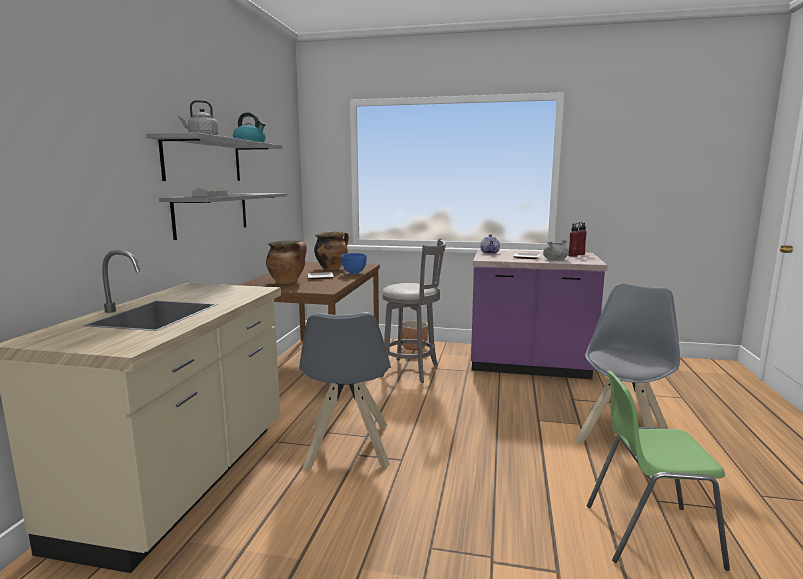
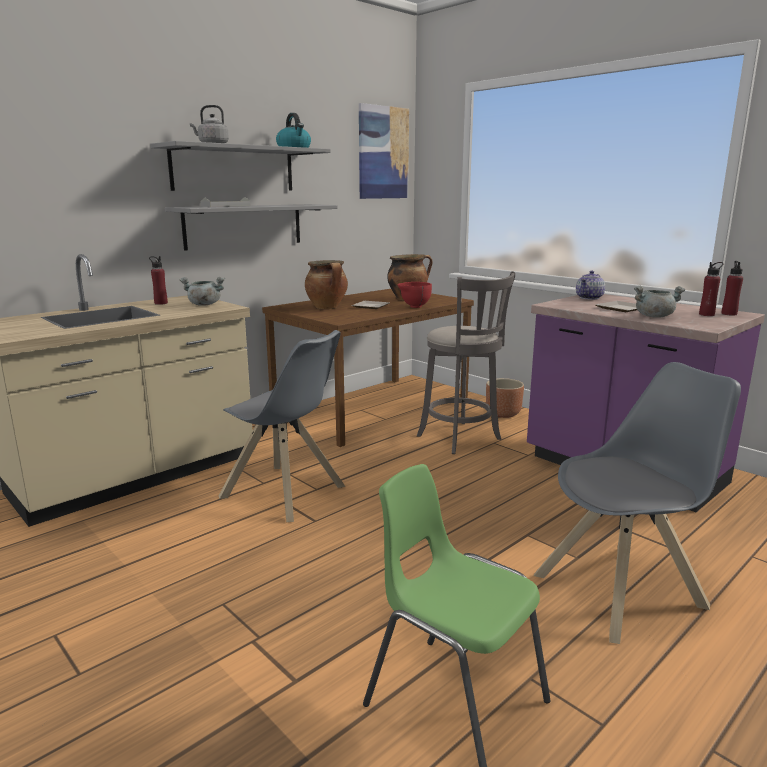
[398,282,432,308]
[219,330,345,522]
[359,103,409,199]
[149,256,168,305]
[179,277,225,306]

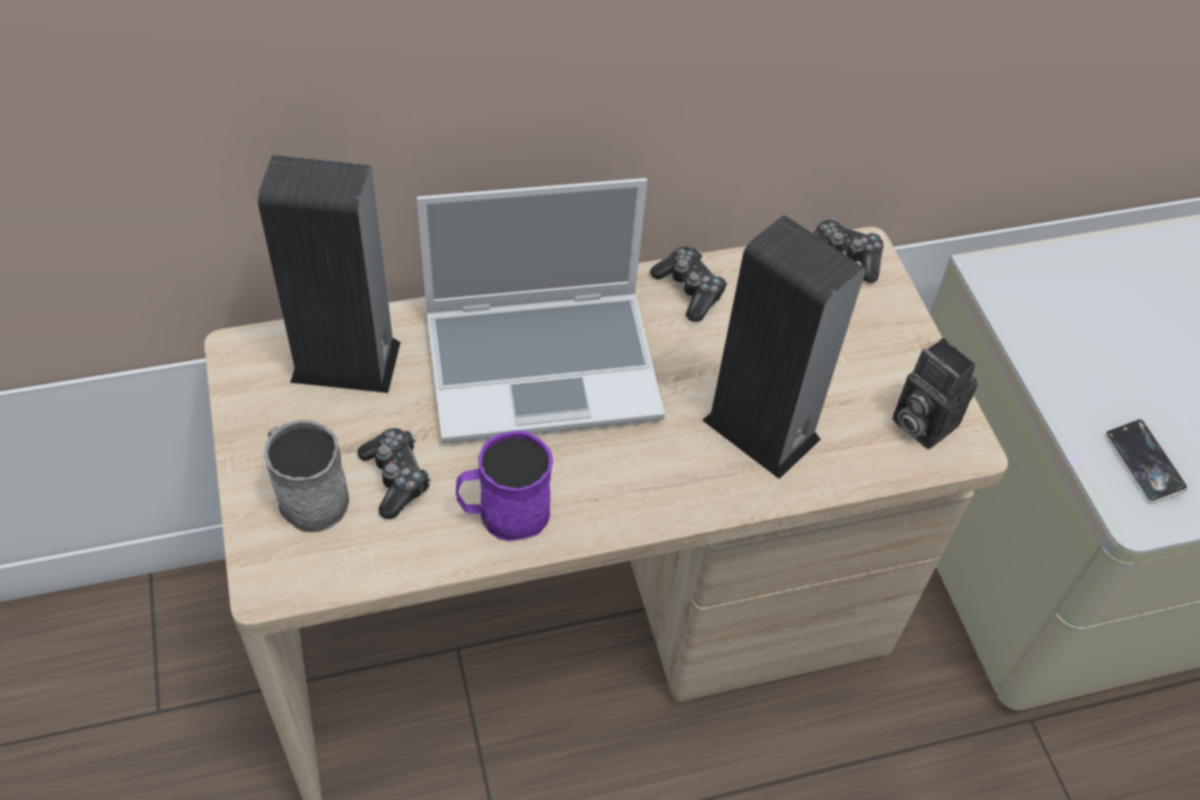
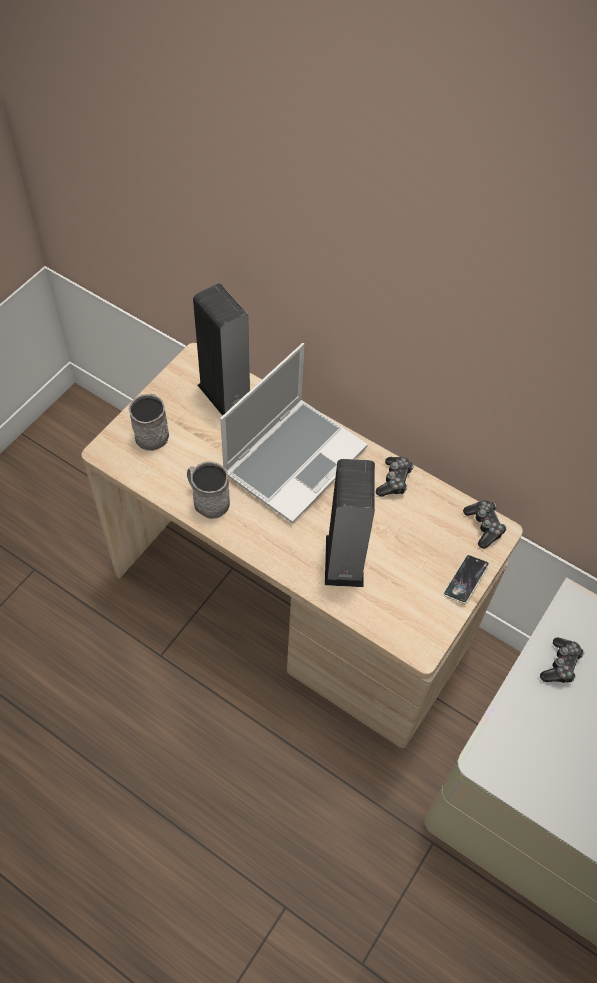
[220,343,368,524]
[892,338,977,449] (first image)
[443,555,489,604]
[540,638,584,683]
[187,461,230,519]

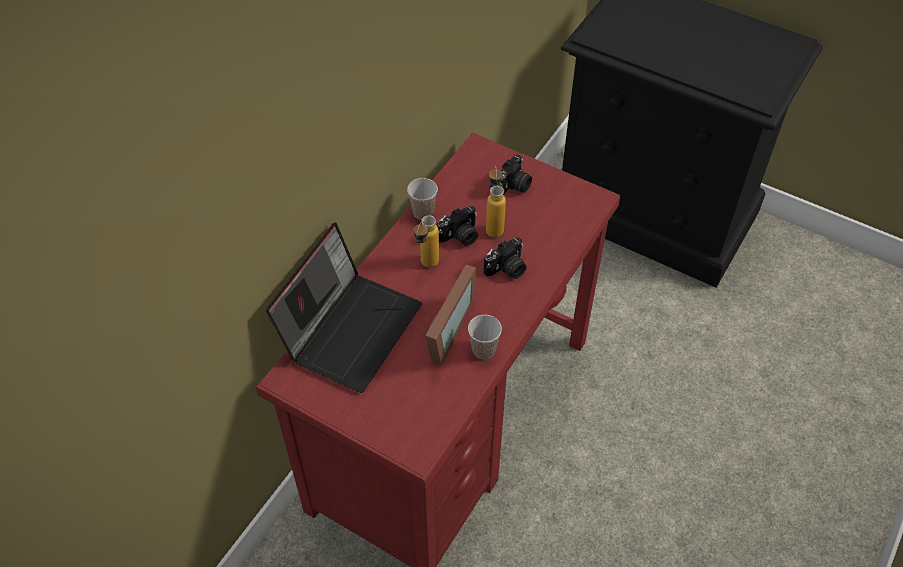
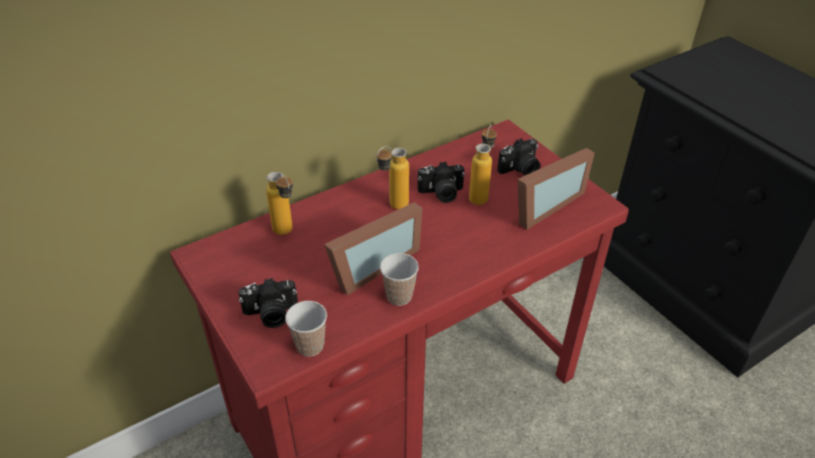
[285,301,327,357]
[266,172,293,235]
[239,278,298,328]
[518,148,595,230]

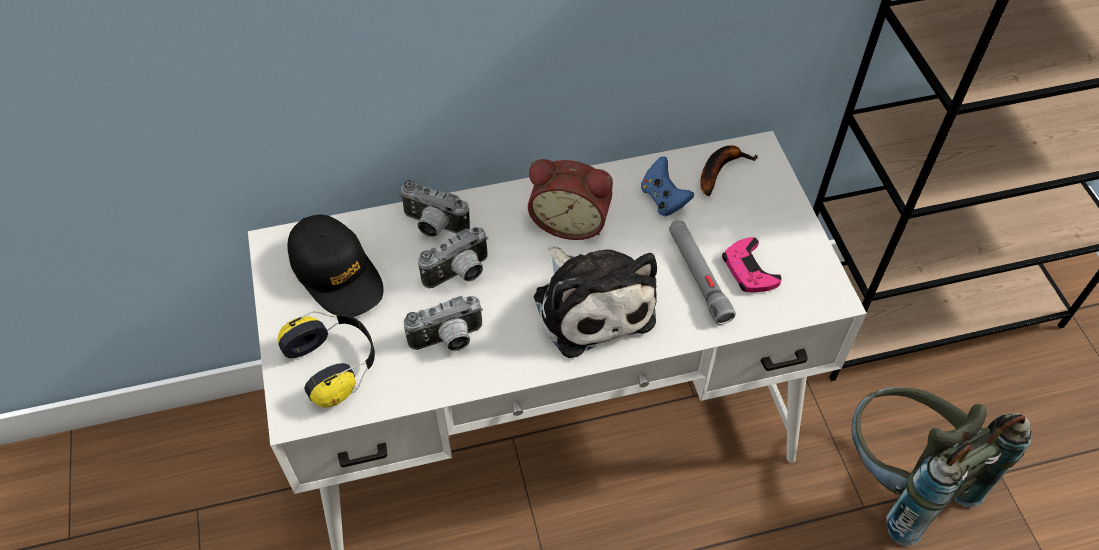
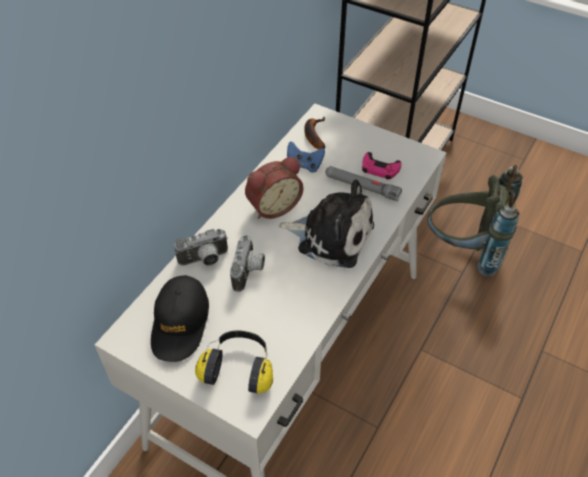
[151,275,209,362]
[404,296,483,352] (first image)

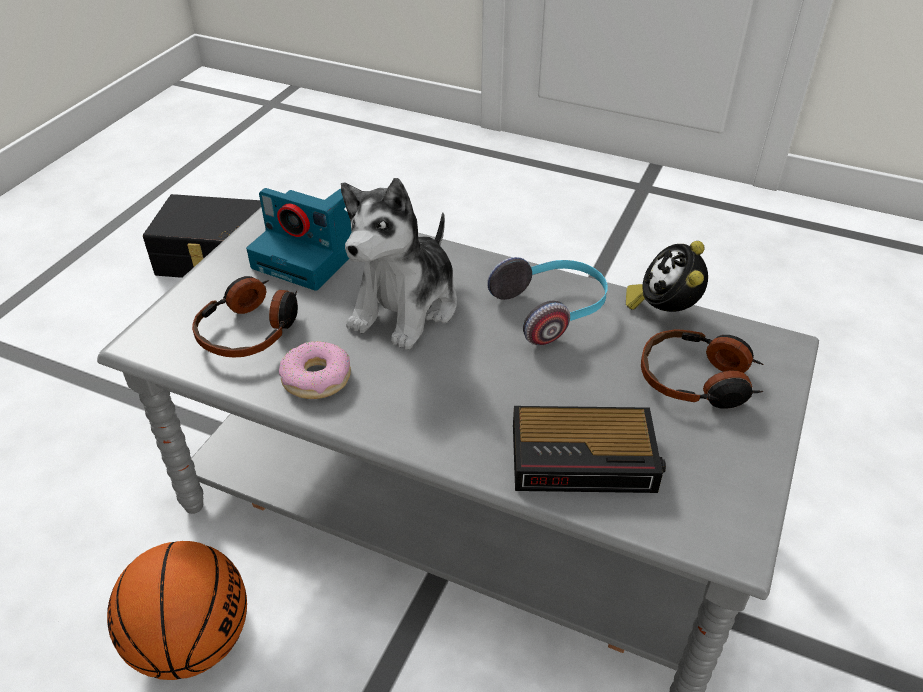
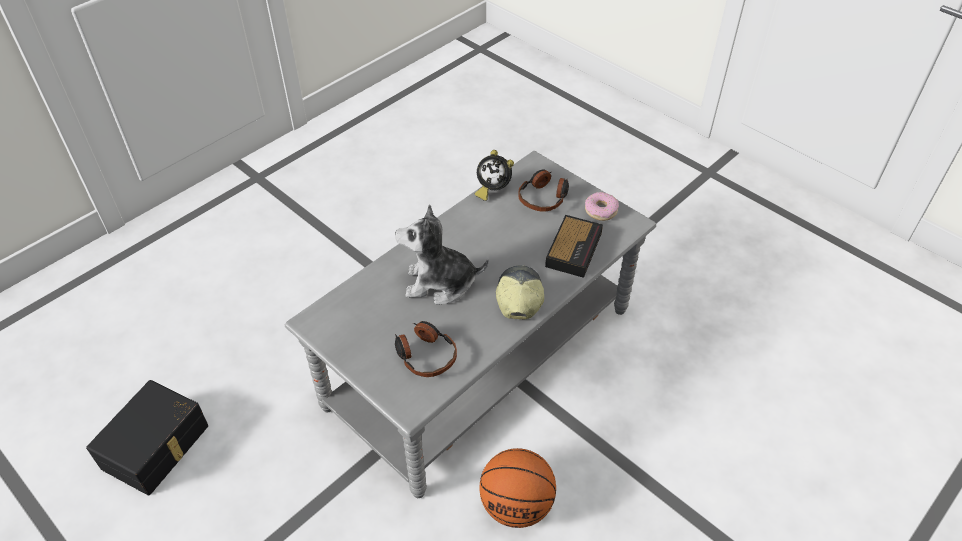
[395,204,489,305]
[246,188,351,291] (first image)
[487,257,608,345] (first image)
[585,192,619,221]
[496,265,544,320]

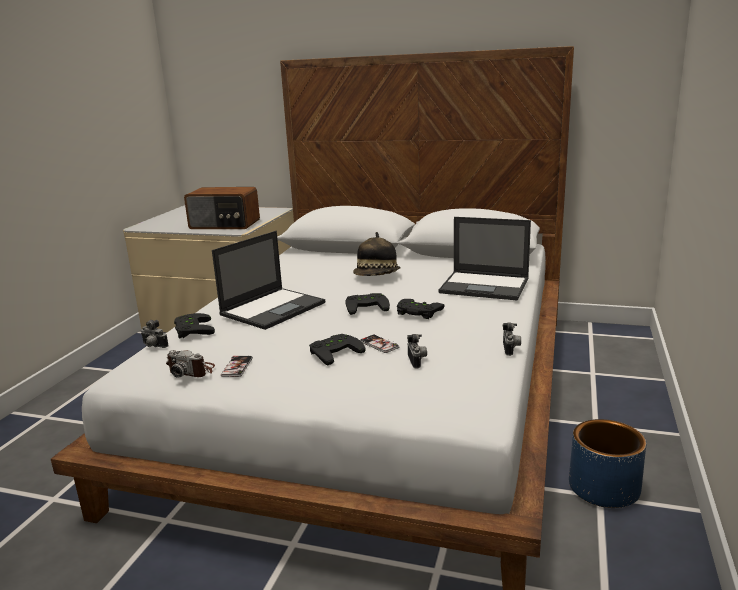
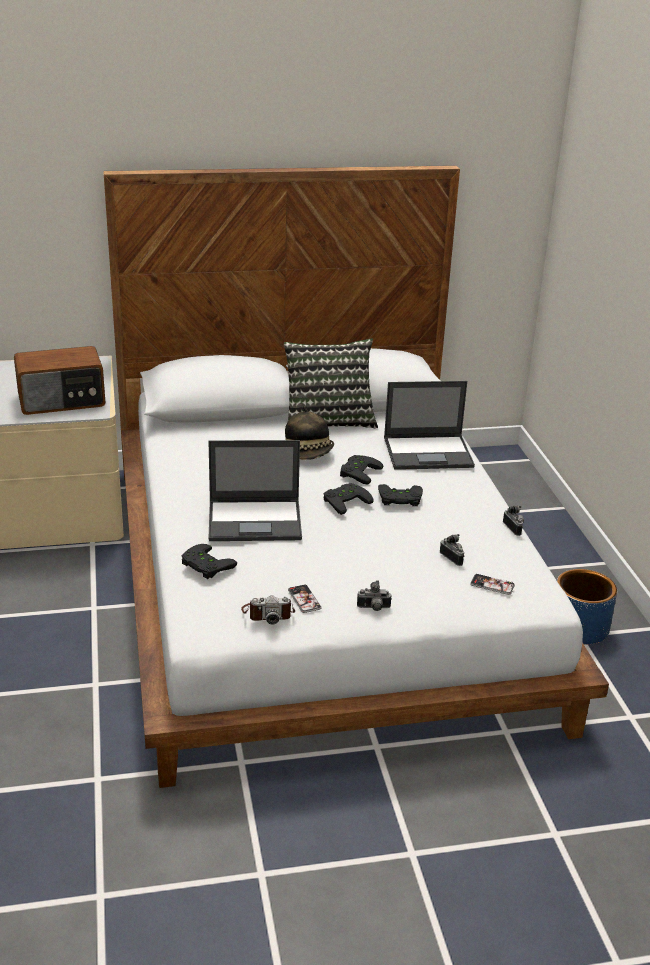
[208,440,302,541]
[357,580,392,611]
[340,455,383,485]
[470,574,515,595]
[283,338,378,428]

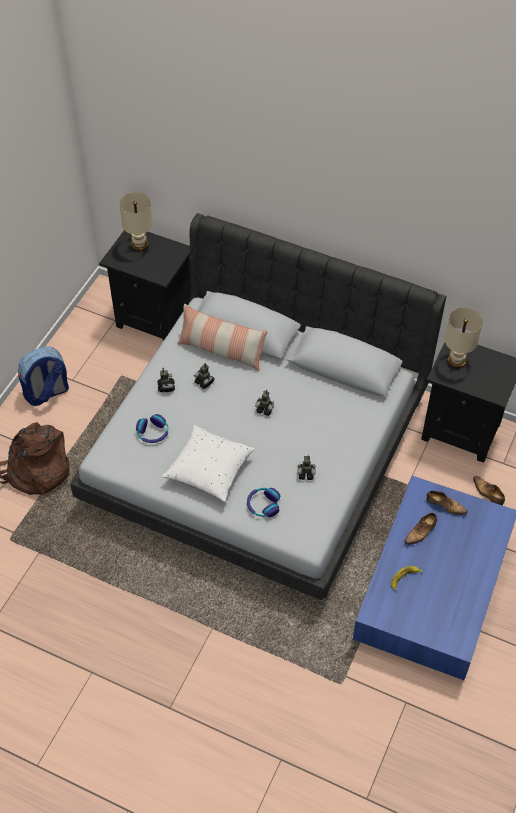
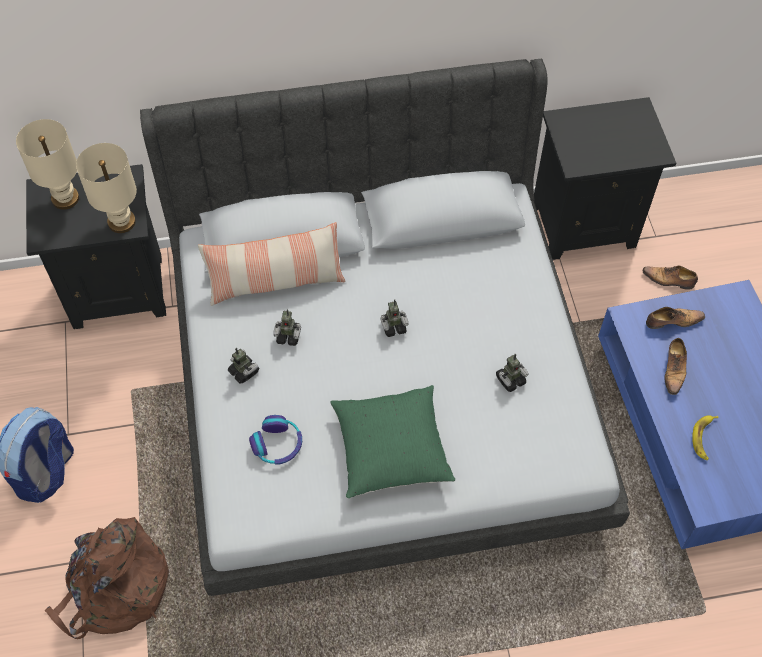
[76,143,137,233]
[330,385,455,498]
[247,488,280,517] (first image)

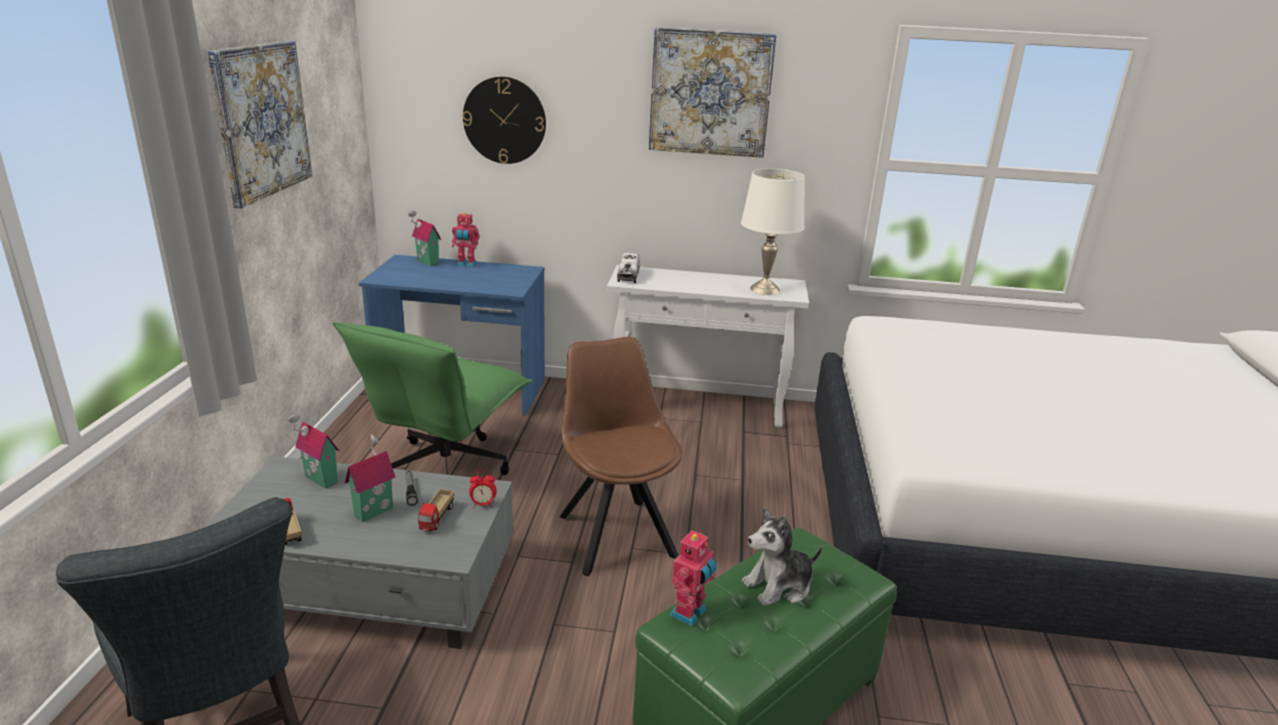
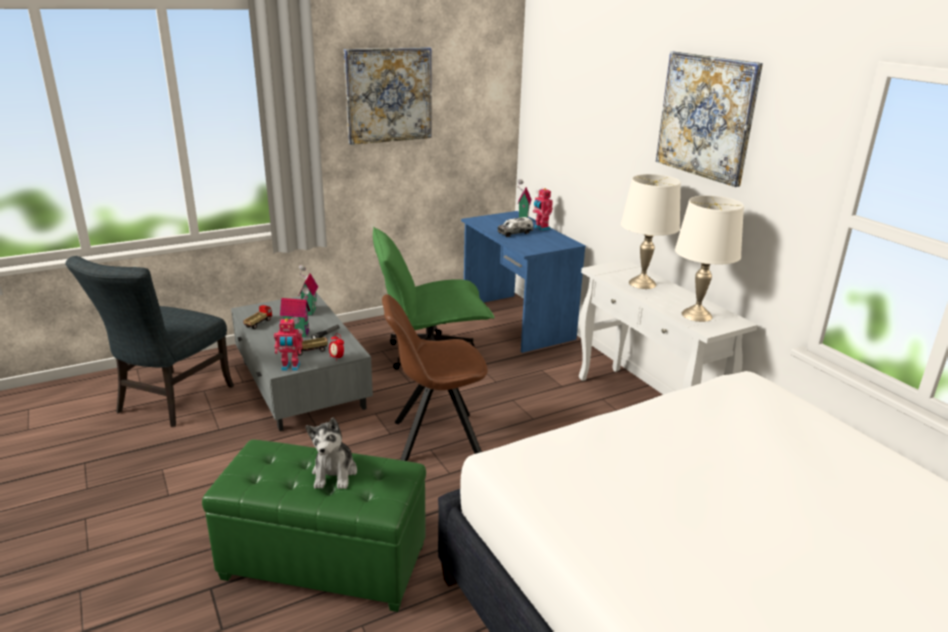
[463,77,546,164] (first image)
[497,217,533,237]
[382,294,488,461]
[306,418,357,489]
[274,318,303,371]
[621,174,681,289]

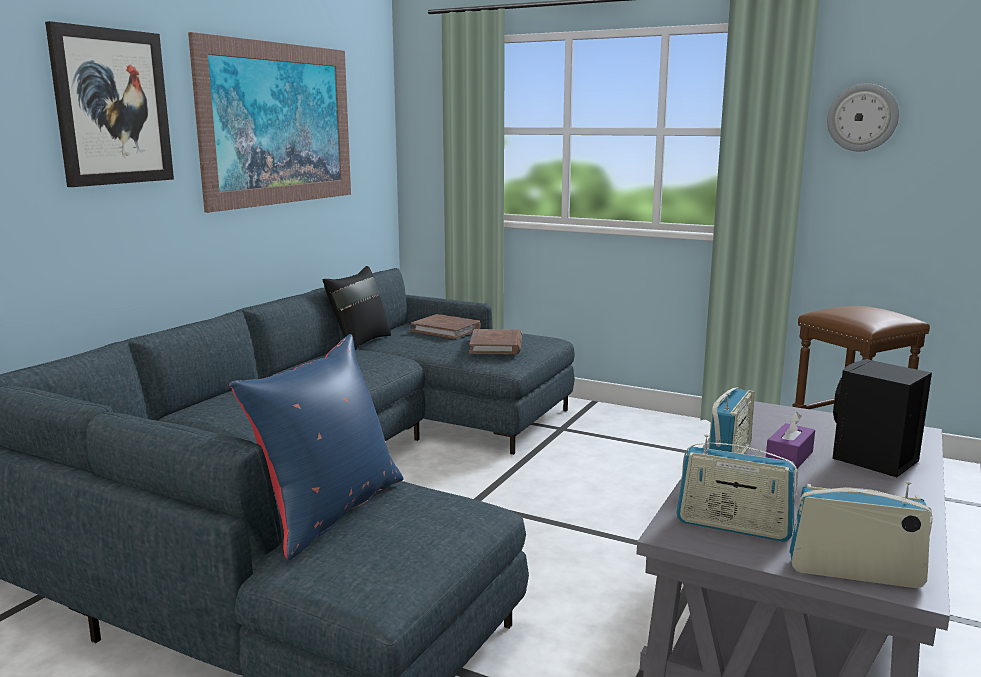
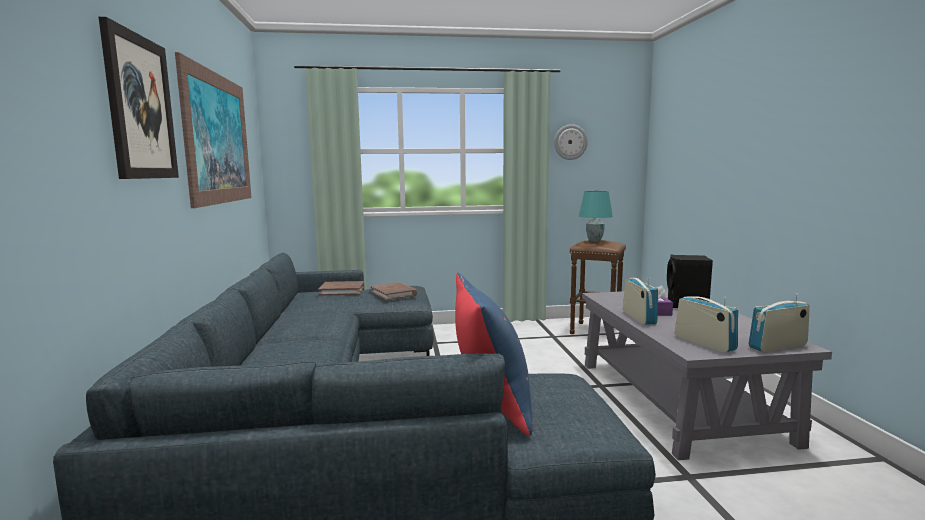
[323,266,391,350] (first image)
[675,296,738,353]
[579,191,613,242]

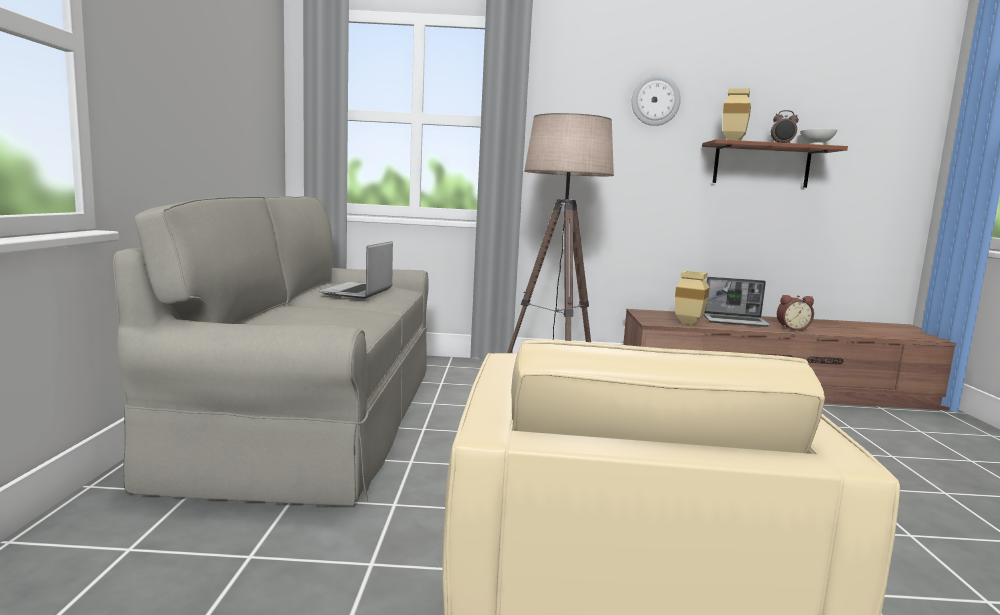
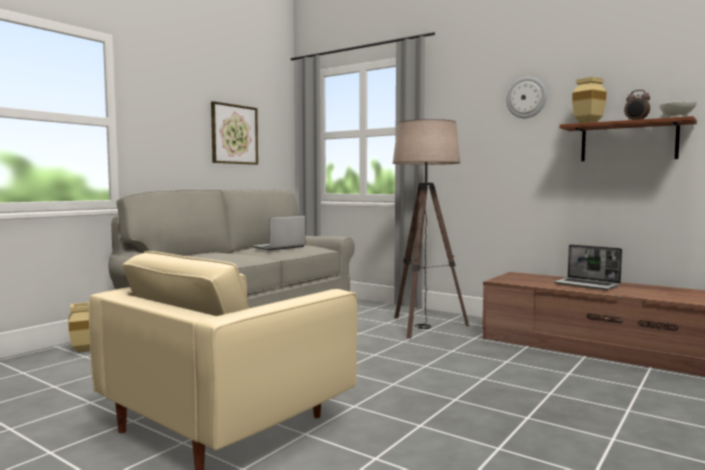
[68,302,90,353]
[777,295,814,331] (first image)
[211,101,258,165]

